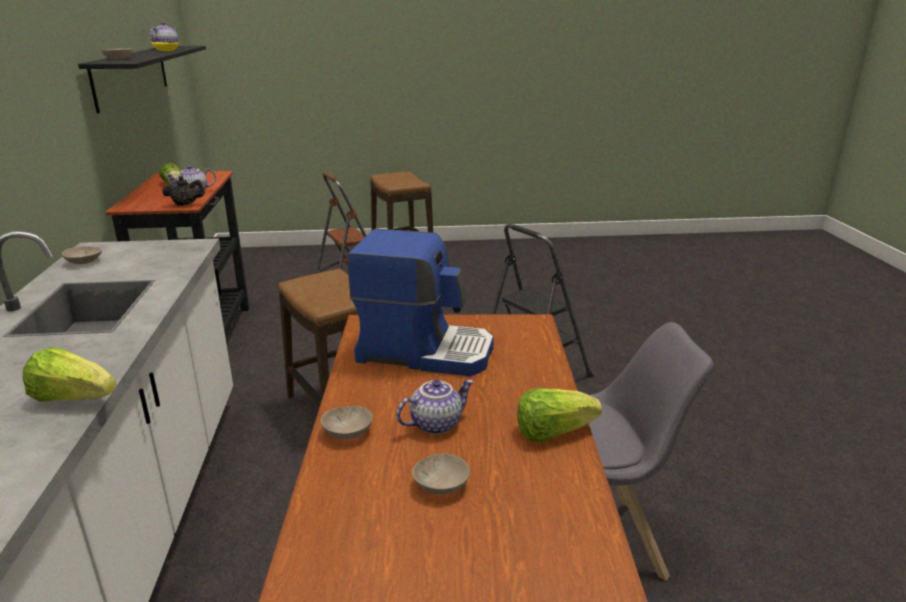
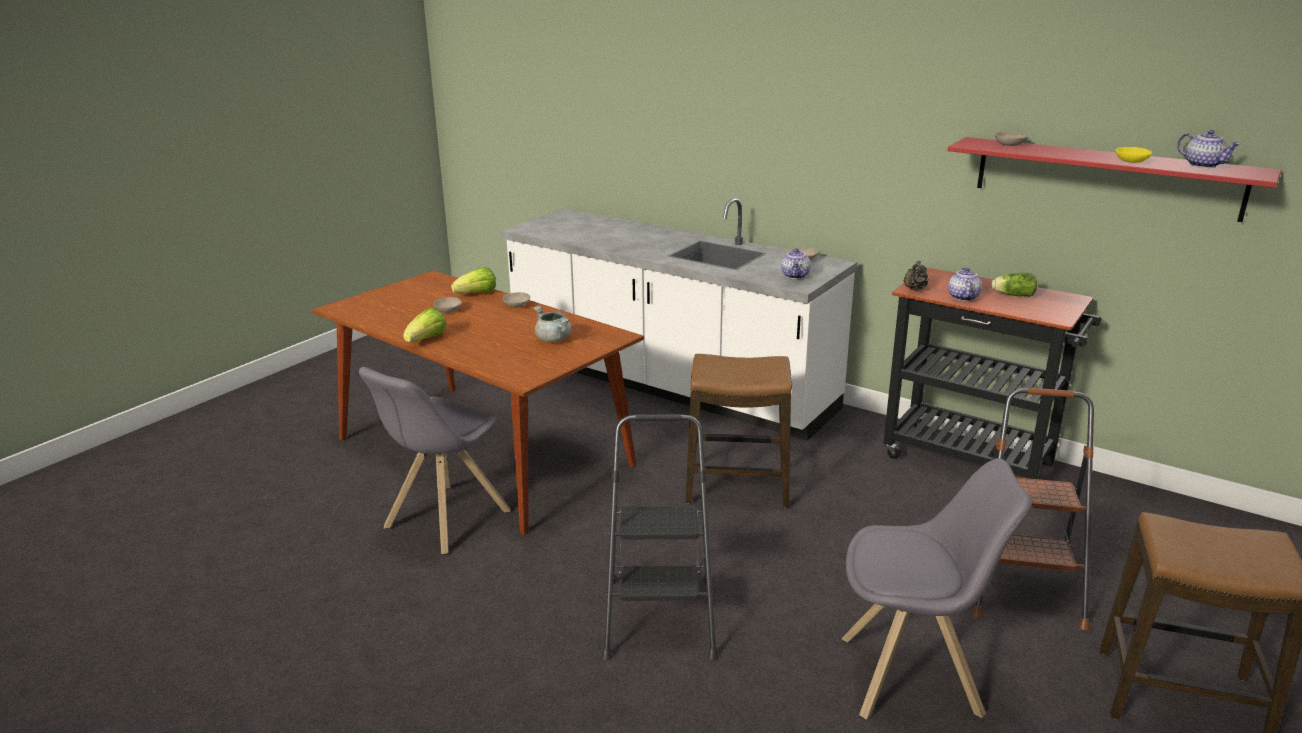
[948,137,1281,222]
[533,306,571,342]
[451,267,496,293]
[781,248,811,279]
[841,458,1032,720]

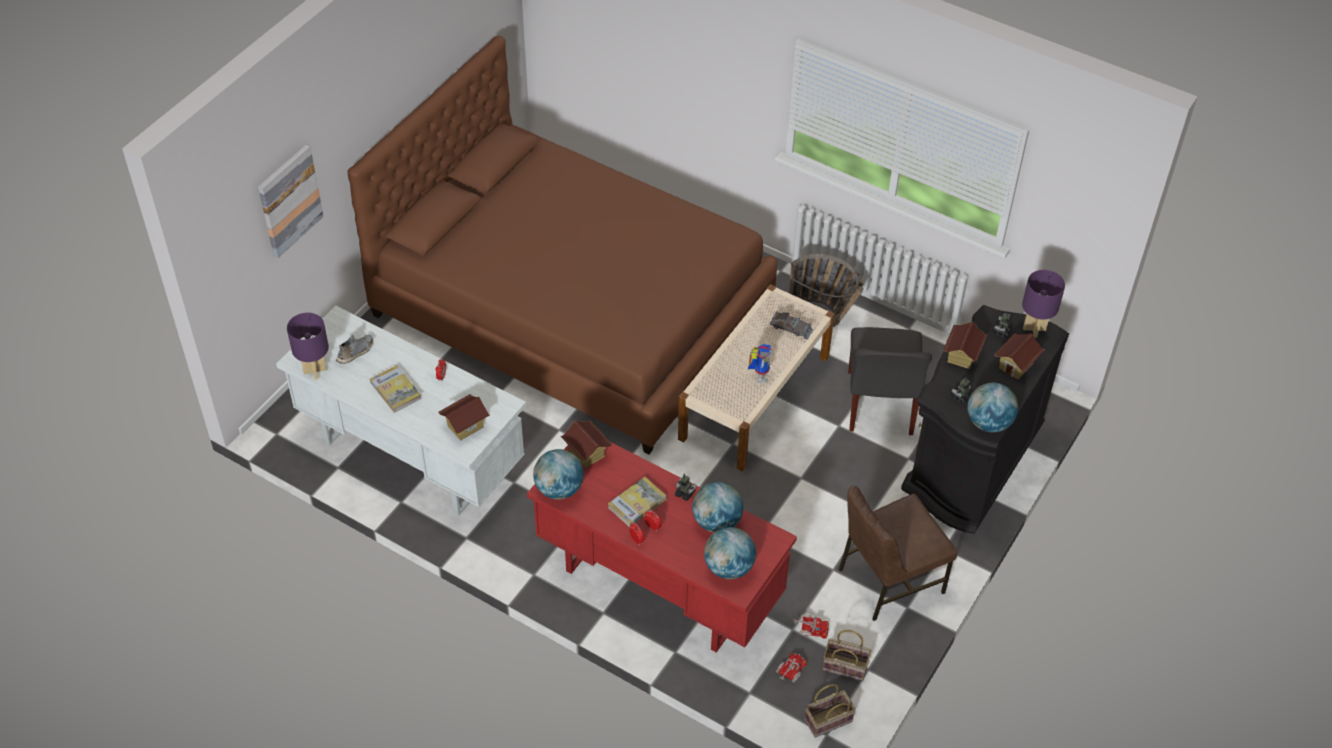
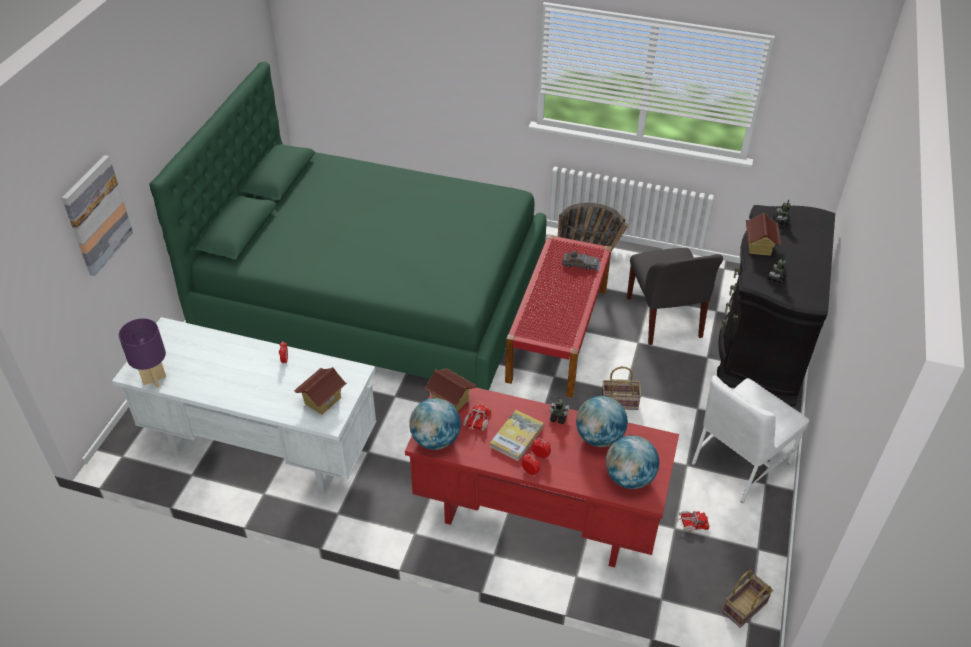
[149,62,547,390]
[1022,270,1065,338] (first image)
[505,234,612,398]
[995,333,1044,379] (first image)
[336,335,373,364] (first image)
[748,344,773,383] (first image)
[370,365,421,413] (first image)
[967,382,1018,432] (first image)
[692,375,809,503]
[601,366,641,410]
[463,404,491,431]

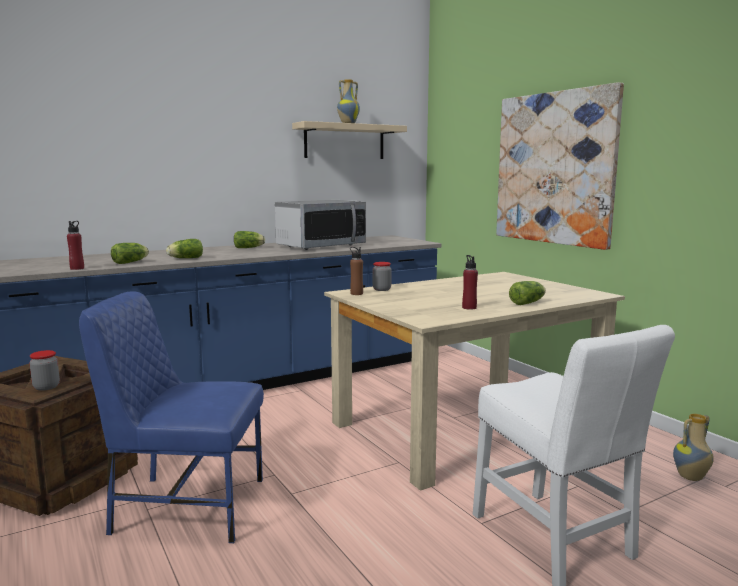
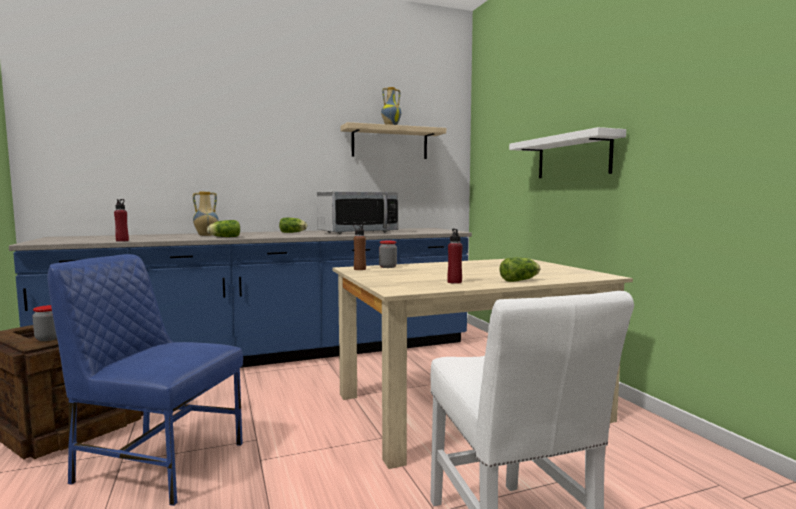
[509,127,626,178]
[111,243,149,264] (first image)
[193,192,219,236]

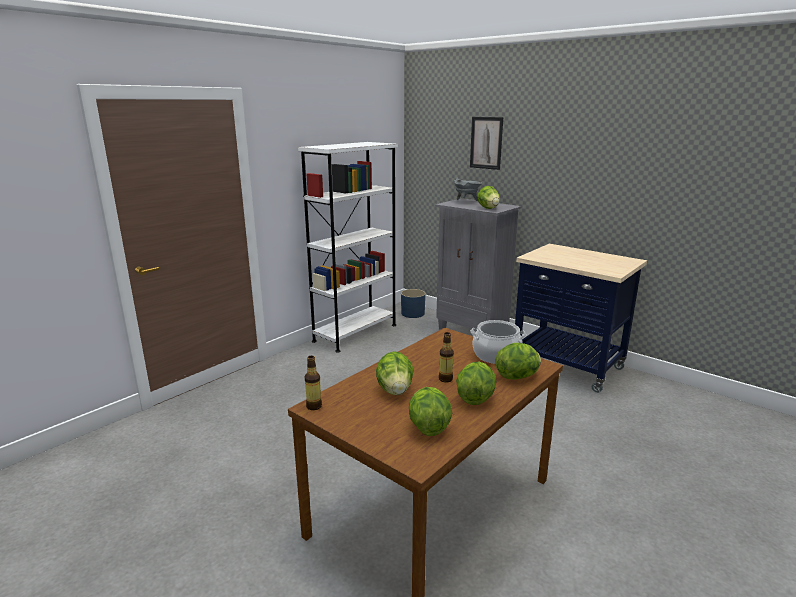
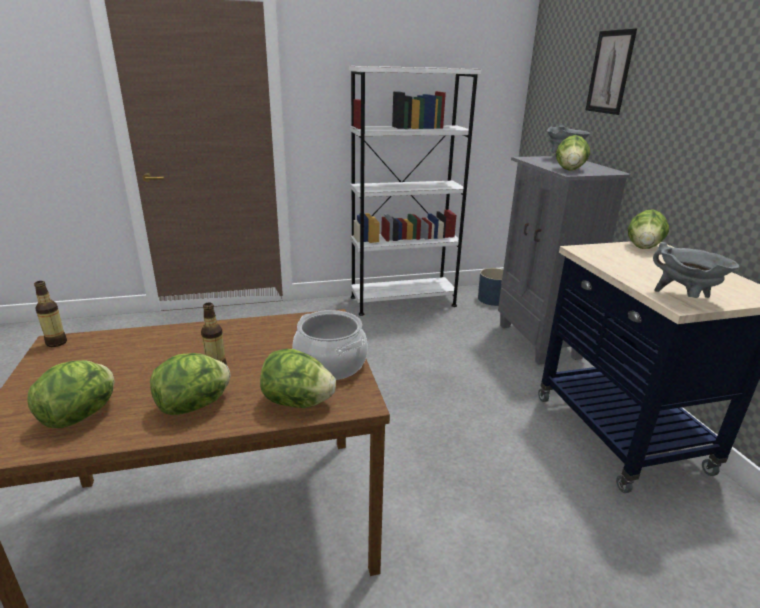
[628,209,669,249]
[653,242,739,298]

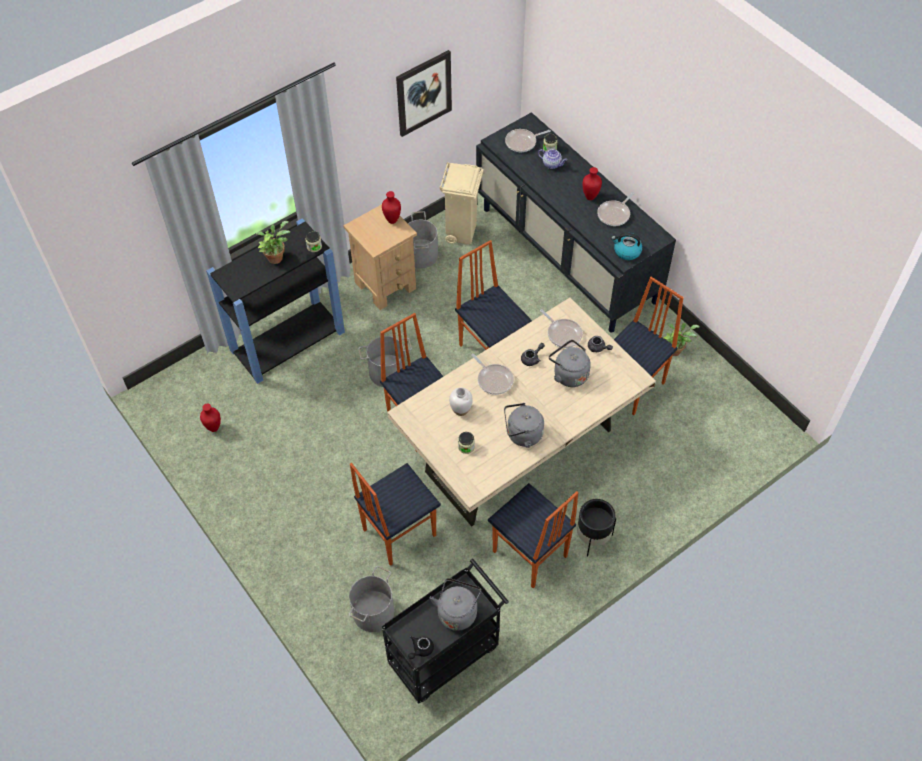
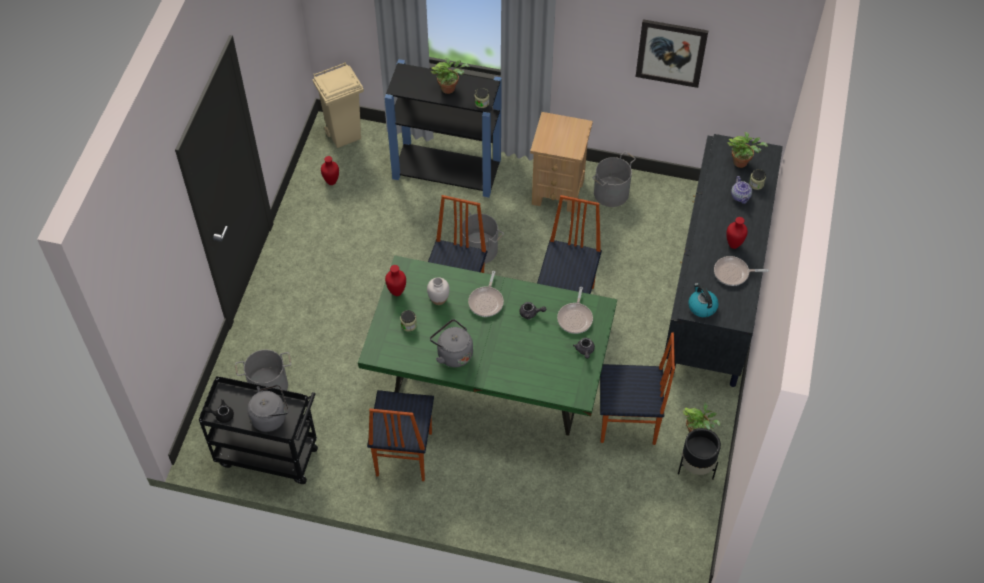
[727,132,768,168]
[313,63,364,148]
[385,265,406,296]
[358,255,617,436]
[549,340,591,387] (first image)
[350,463,441,566] (first image)
[678,428,721,480]

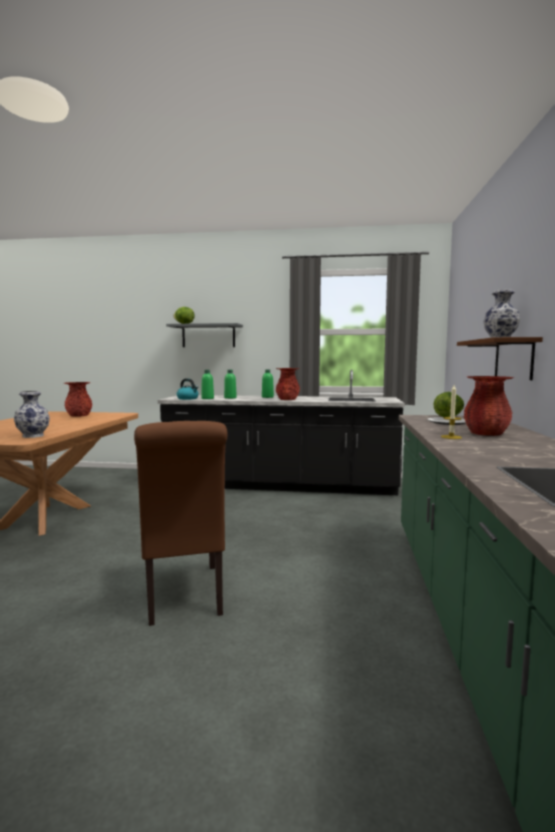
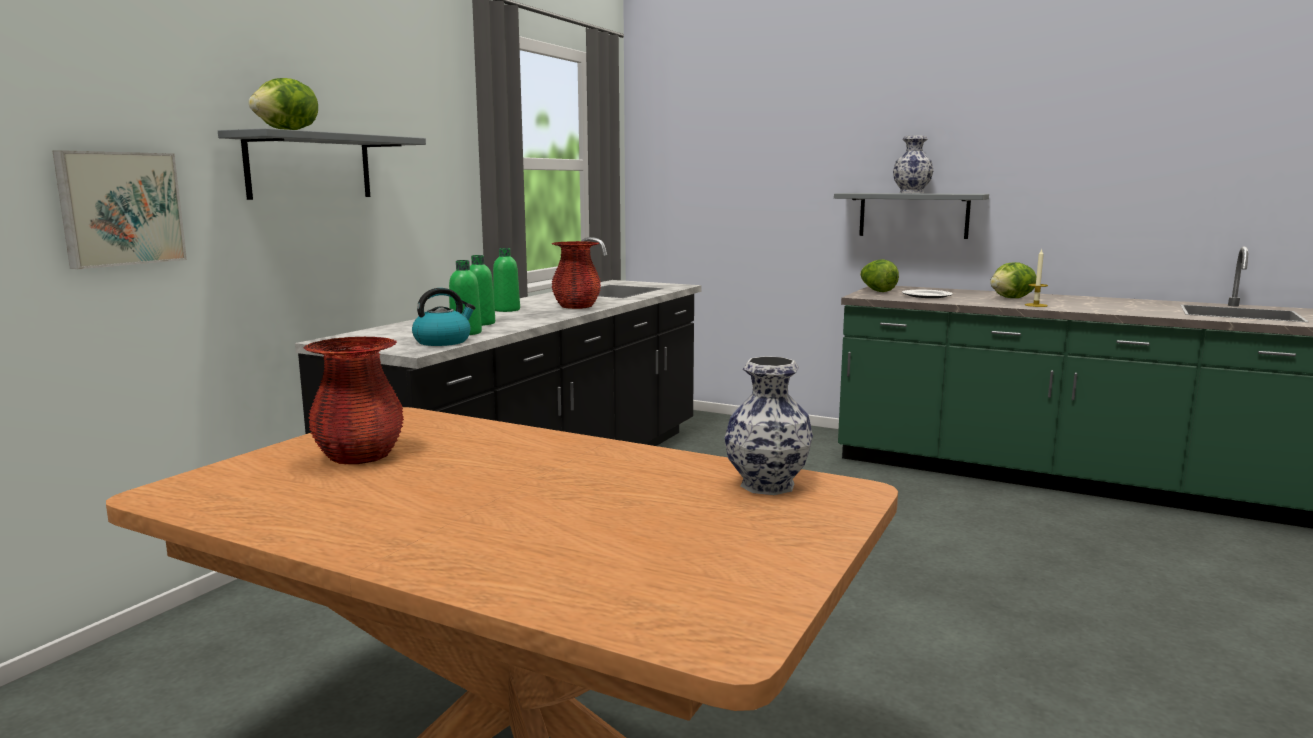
[834,193,989,239]
[990,262,1036,298]
[134,421,227,626] (first image)
[53,150,187,269]

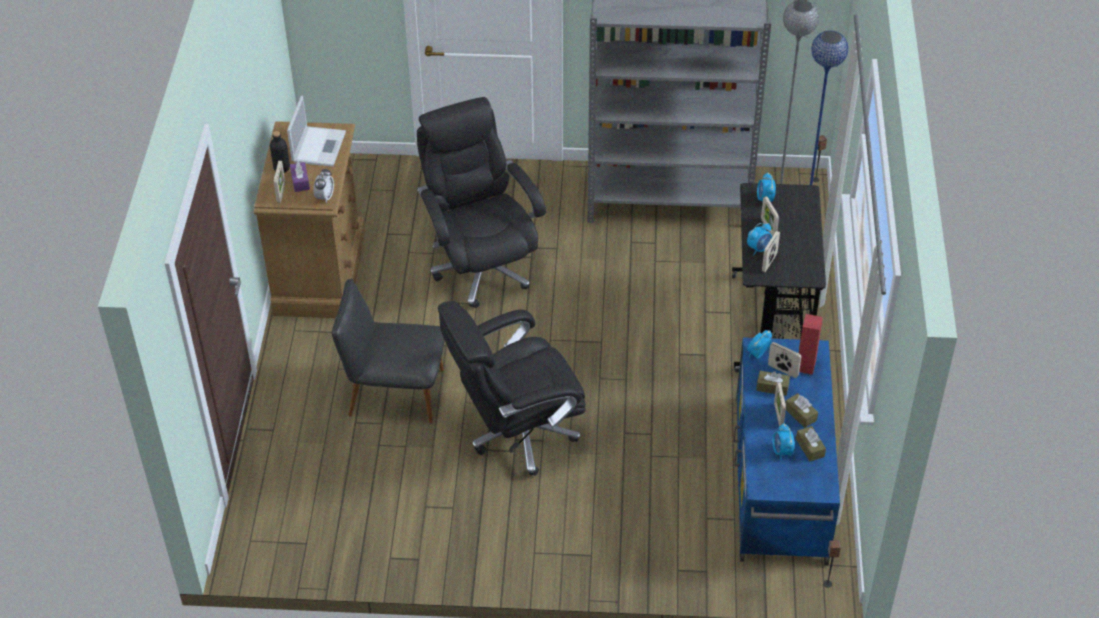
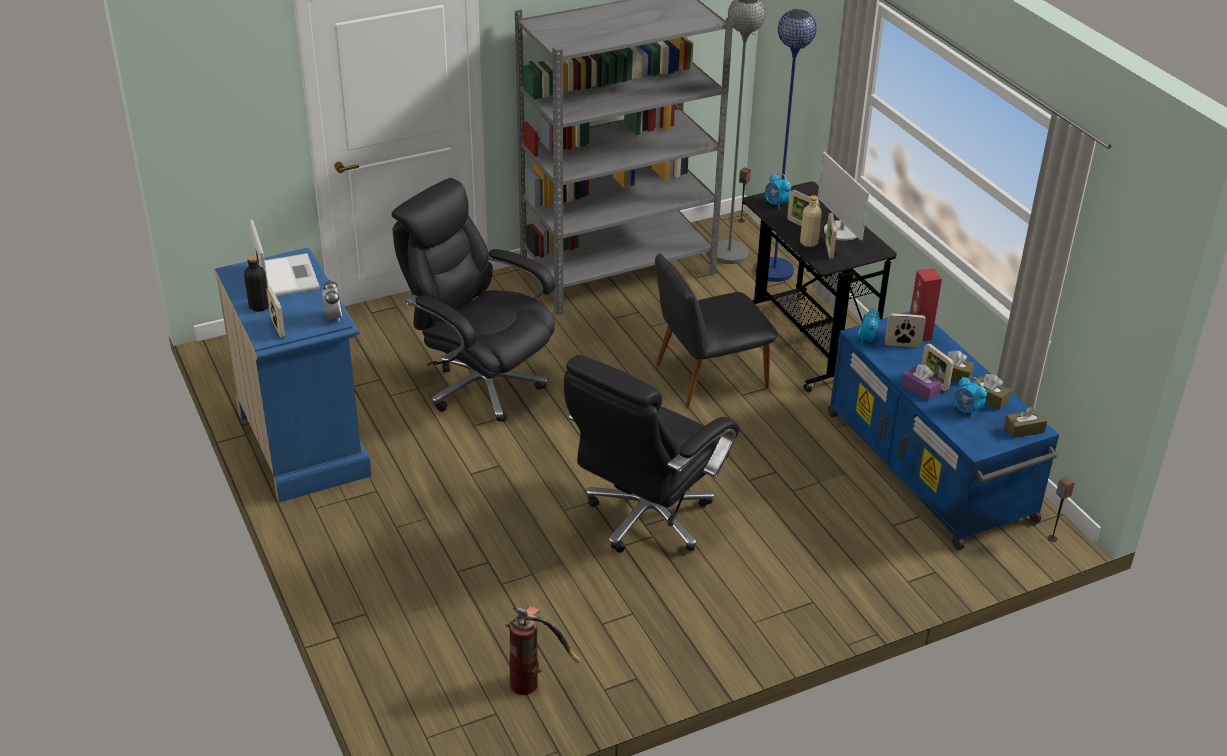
[214,248,372,502]
[901,364,942,401]
[800,195,822,247]
[655,254,778,408]
[1004,407,1047,438]
[818,151,869,241]
[505,606,581,695]

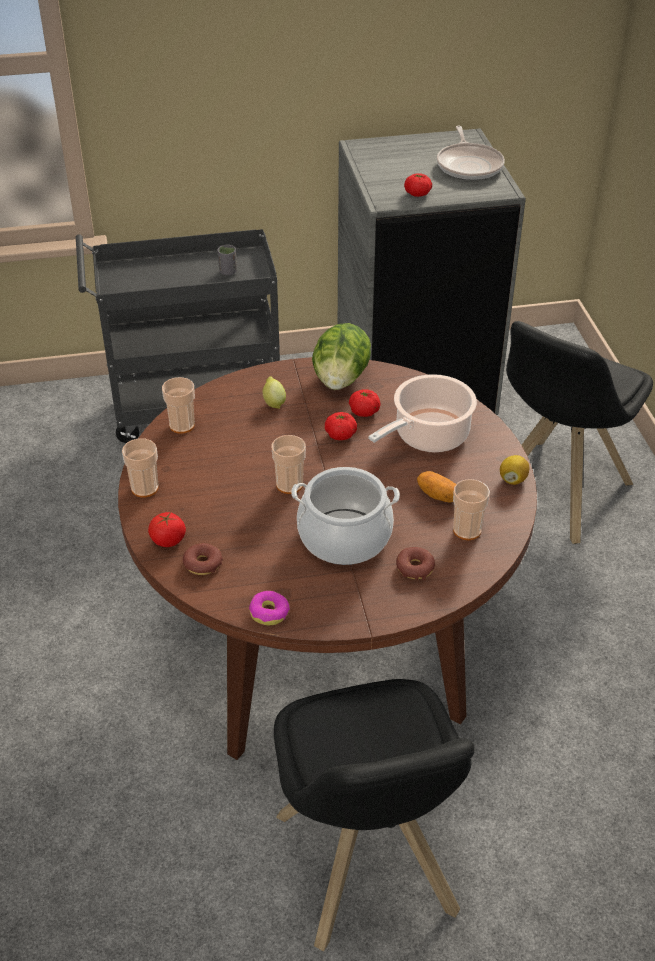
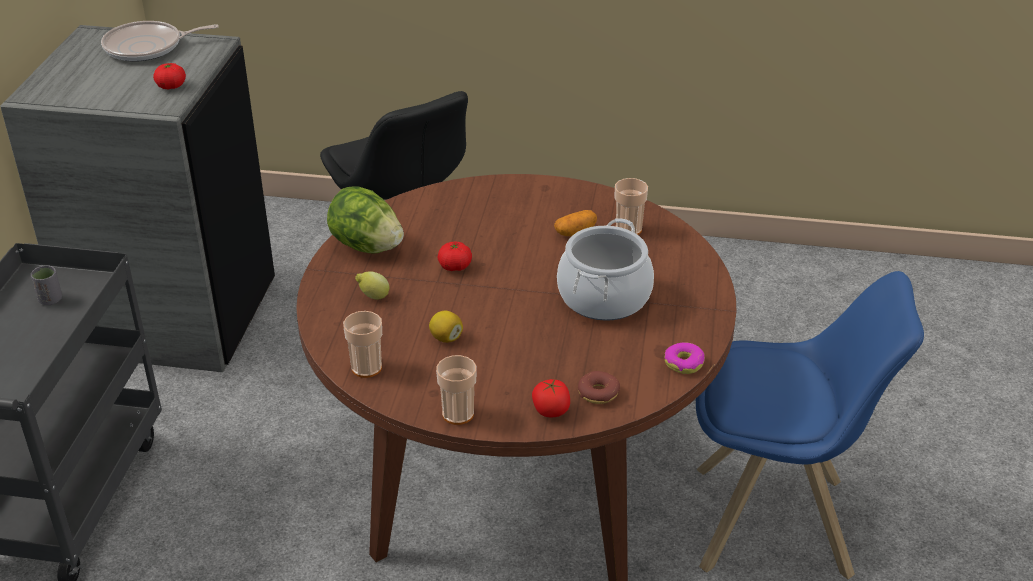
[101,21,219,62]
[368,374,477,452] (first image)
[349,389,381,417] (first image)
[271,435,306,494] (first image)
[429,310,463,343]
[396,547,435,580] (first image)
[696,271,924,579]

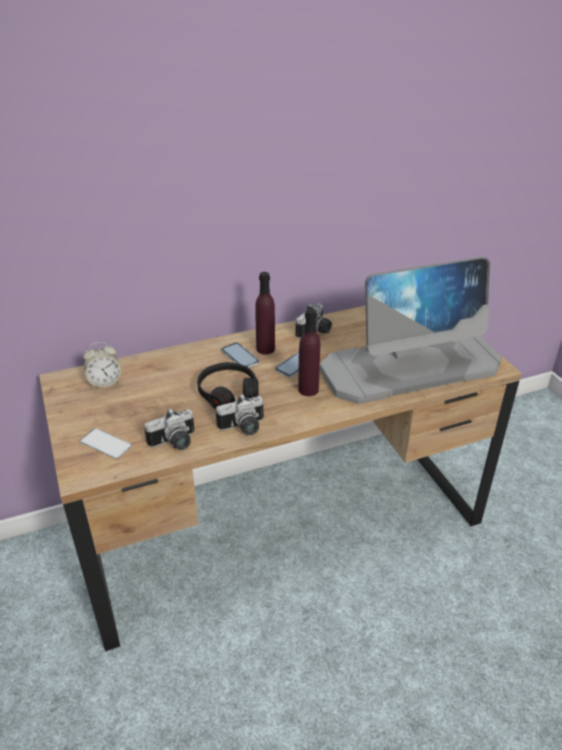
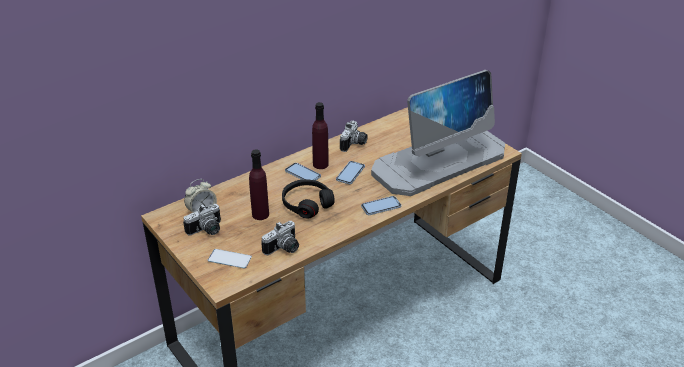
[249,149,269,220]
[183,204,221,236]
[361,196,401,215]

